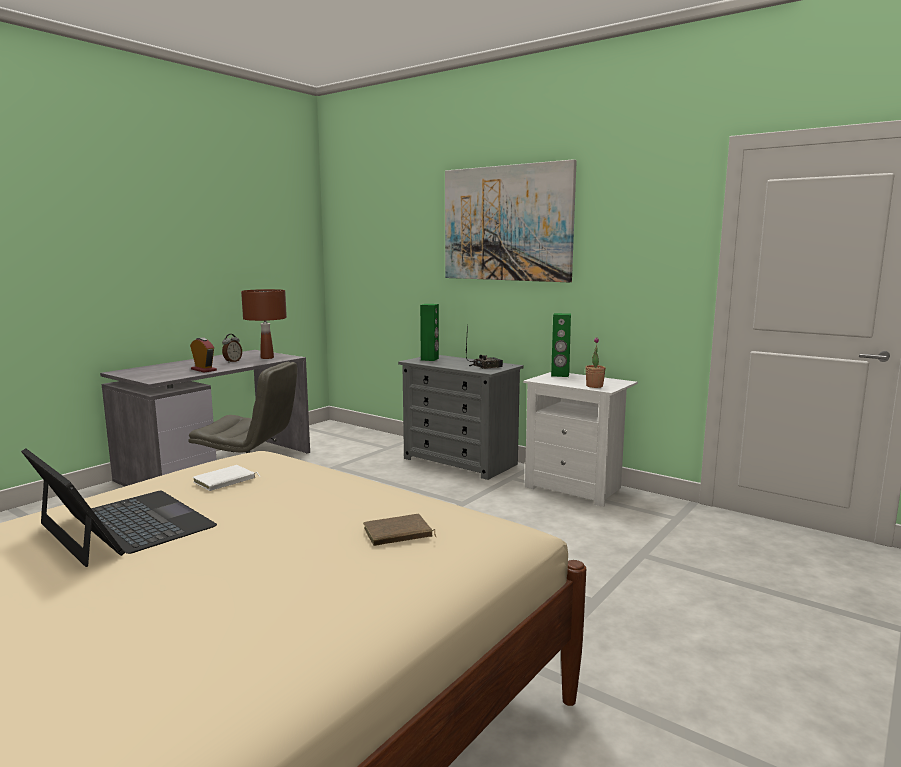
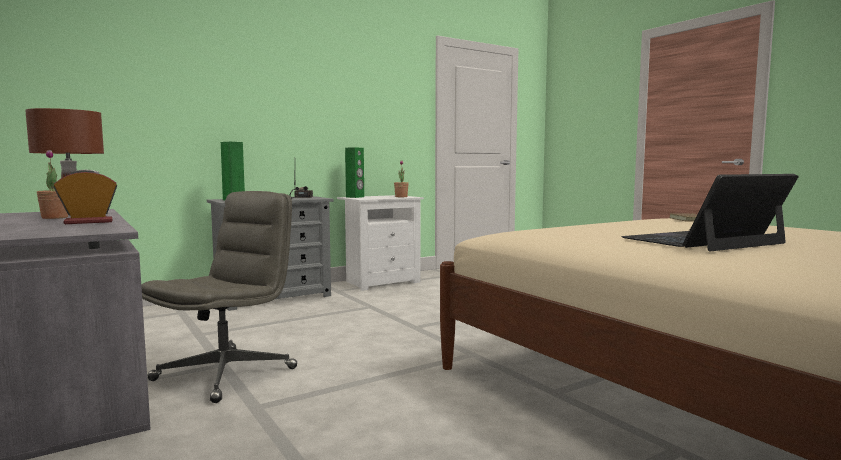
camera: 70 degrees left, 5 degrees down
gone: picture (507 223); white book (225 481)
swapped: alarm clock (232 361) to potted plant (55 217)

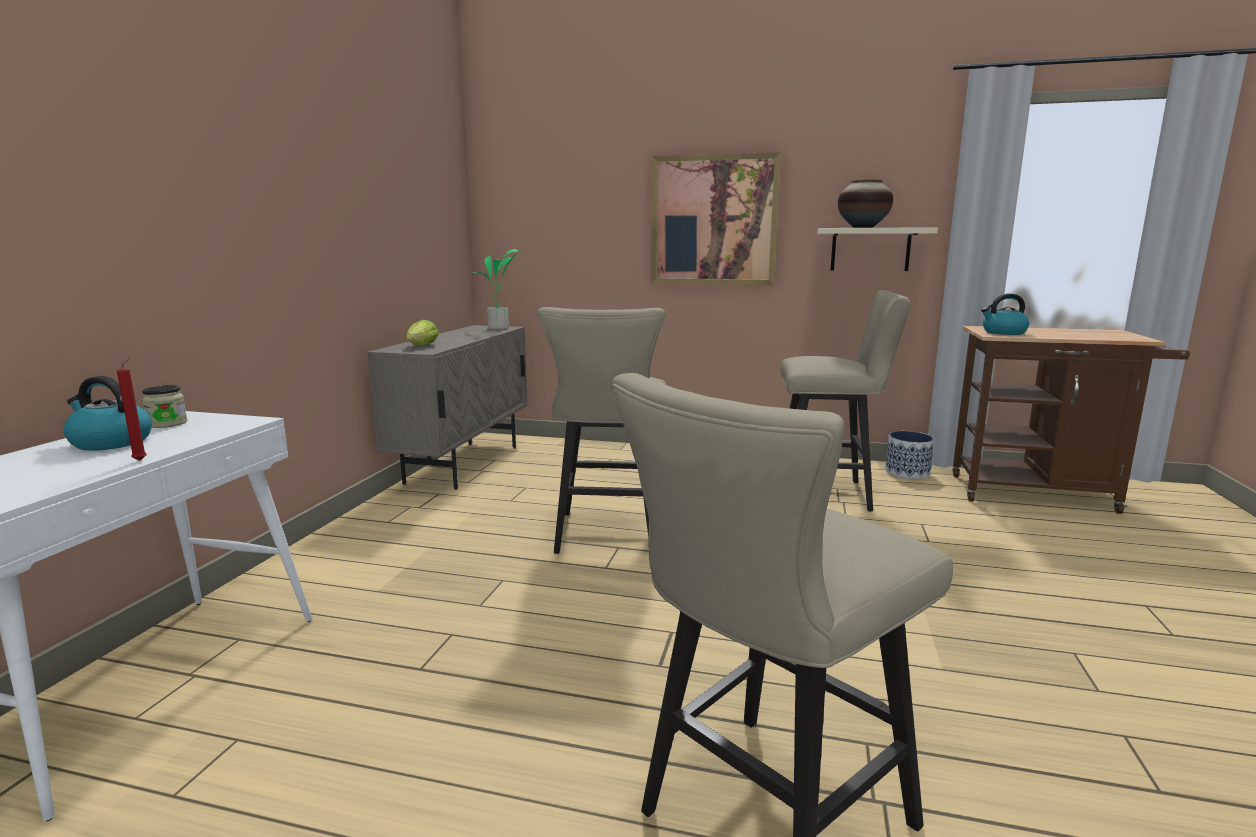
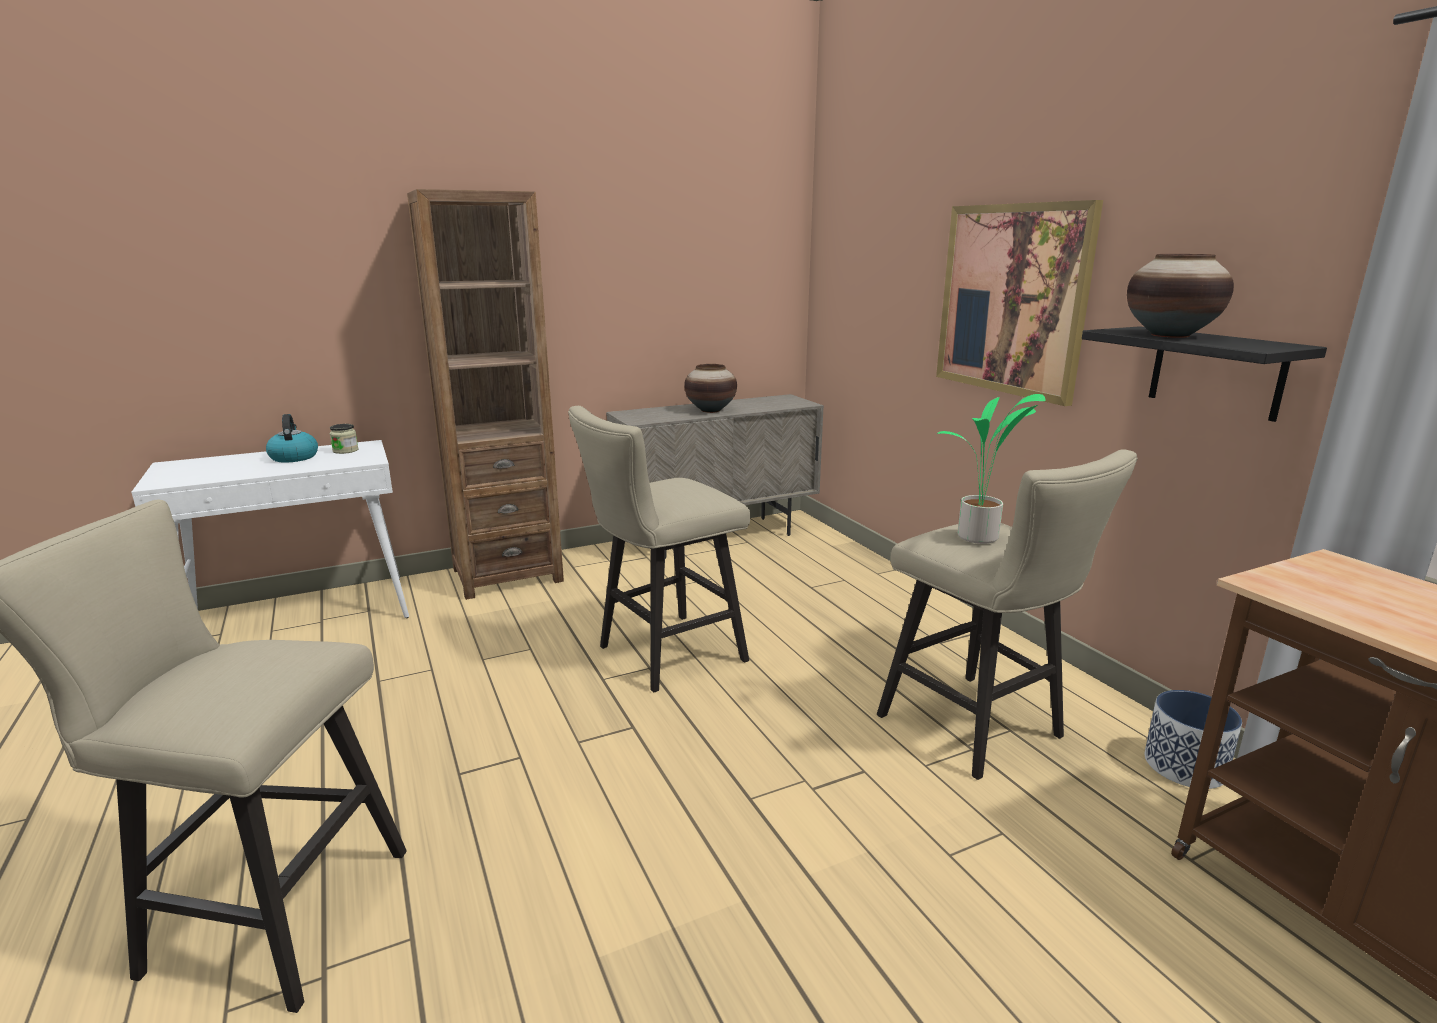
camera: 50 degrees right, 5 degrees up
gone: kettle (1003 333); lettuce (422 346); red candle (142 460)
new: brown bookcase (507 575); vase (710 410)
shifted: potted plant (499 328) to (979 538)
repainted: beige shelf (870 249) to black shelf (1216 372)

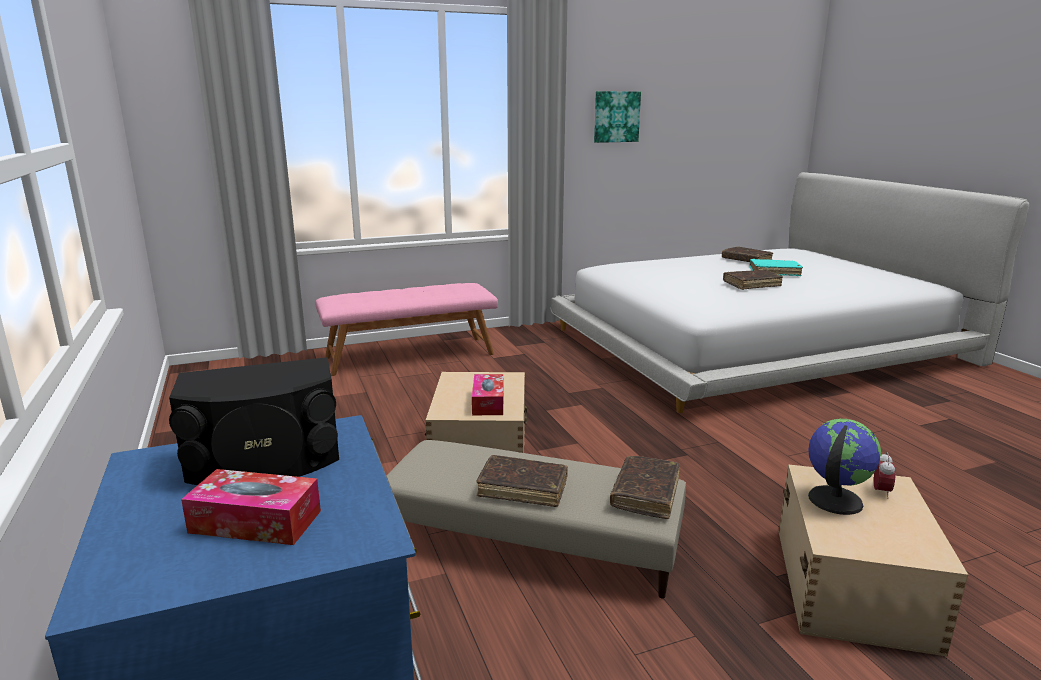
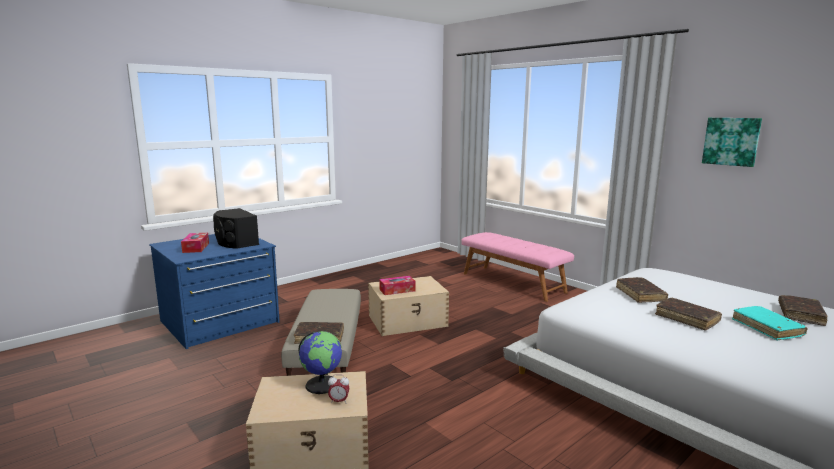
camera: 70 degrees right, 5 degrees down
shifted: brown book (523 488) to (640 295)

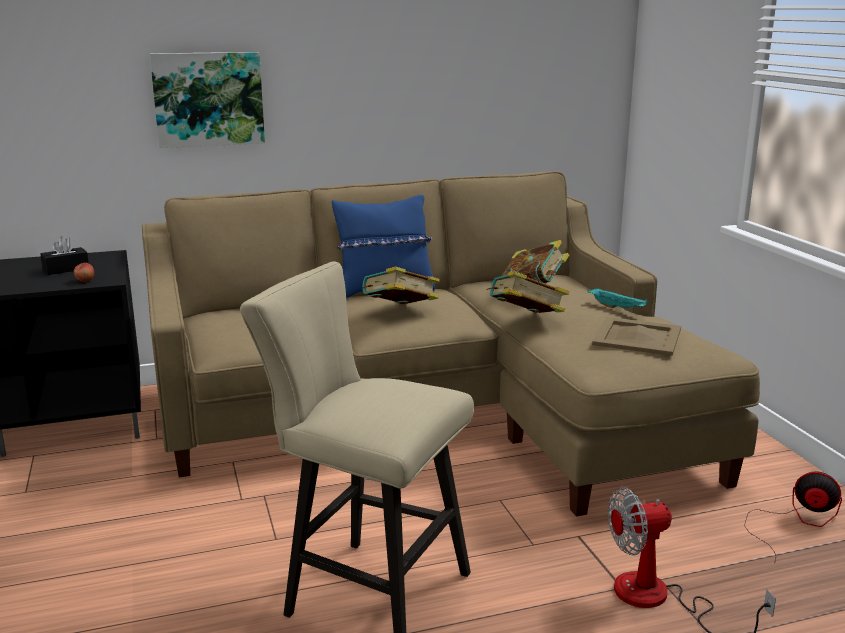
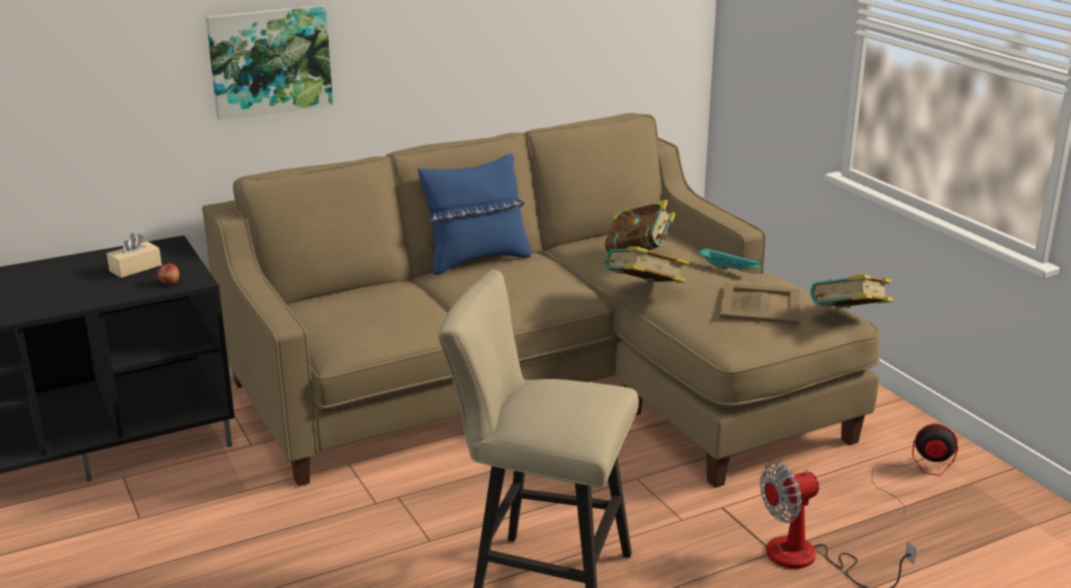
camera: 10 degrees left, 5 degrees up
shifted: book (400 312) to (848 319)
repainted: black tissue box (66 269) to beige tissue box (135 268)

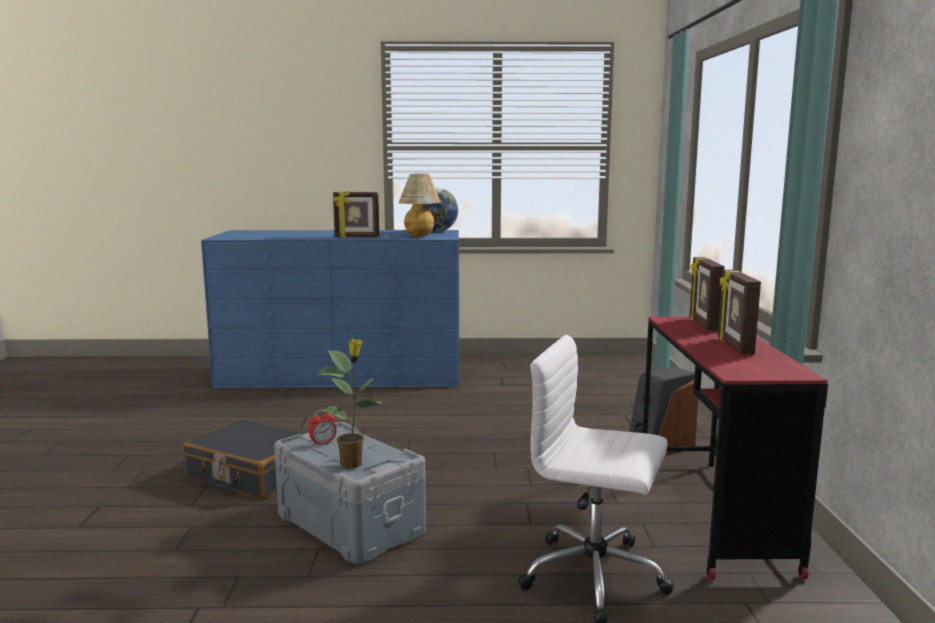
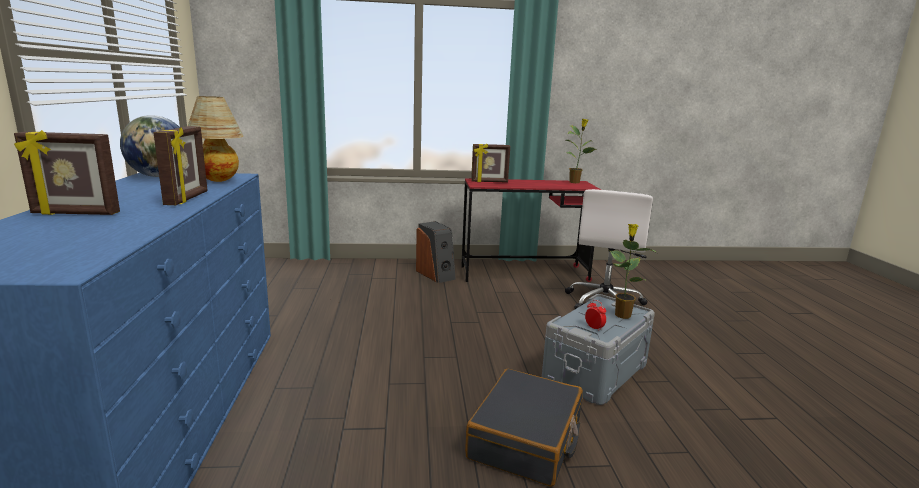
camera: 95 degrees left, 5 degrees up
new: potted plant (575 182)
shifted: picture frame (734 346) to (75 214)

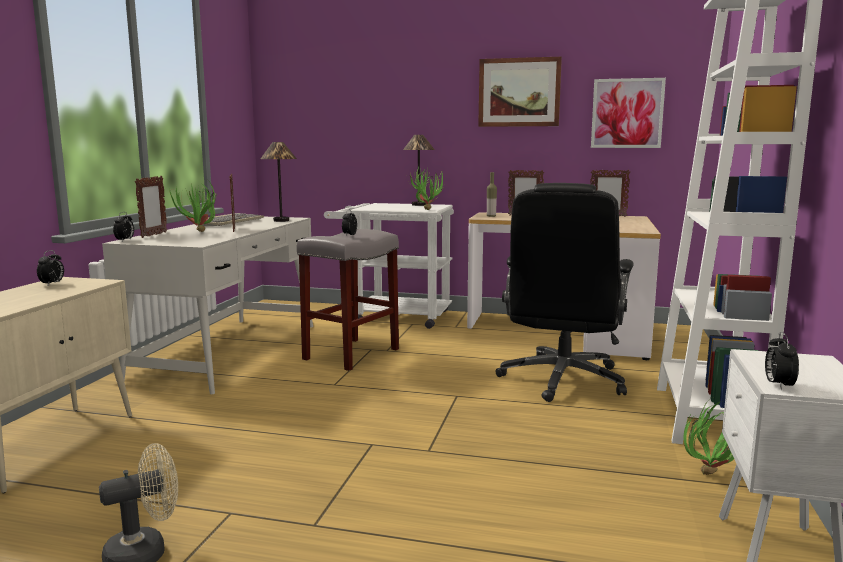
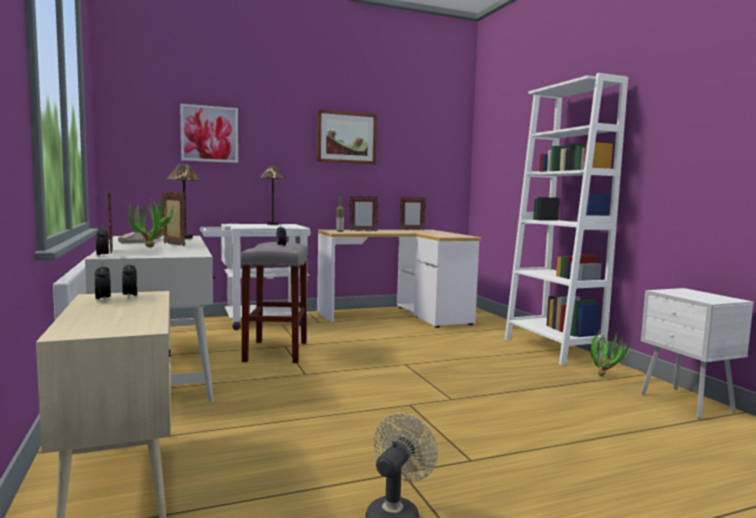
camera: 35 degrees left, 5 degrees down
gone: potted plant (426 209); black office chair (562 380)
shifted: picture (627 113) to (209 134); alarm clock (778 385) to (130 296)

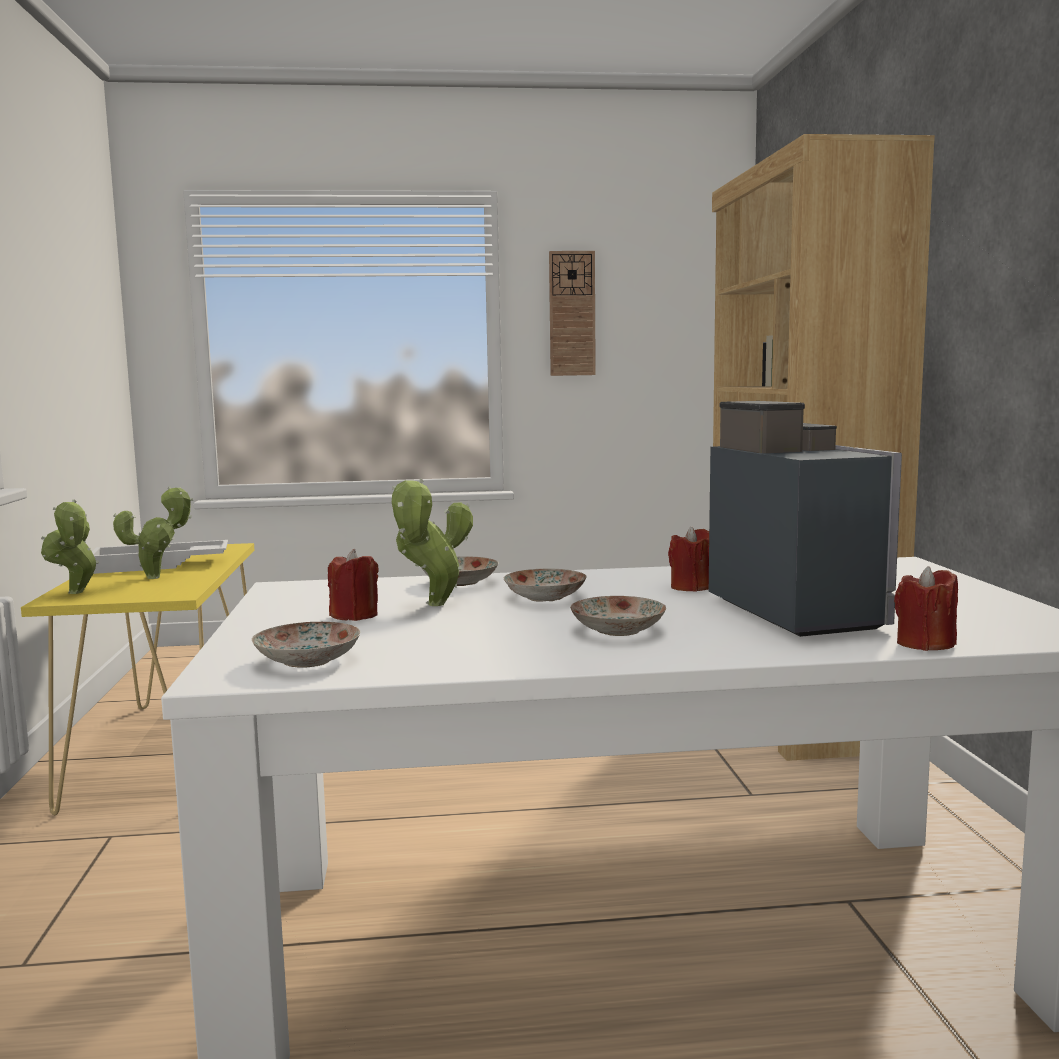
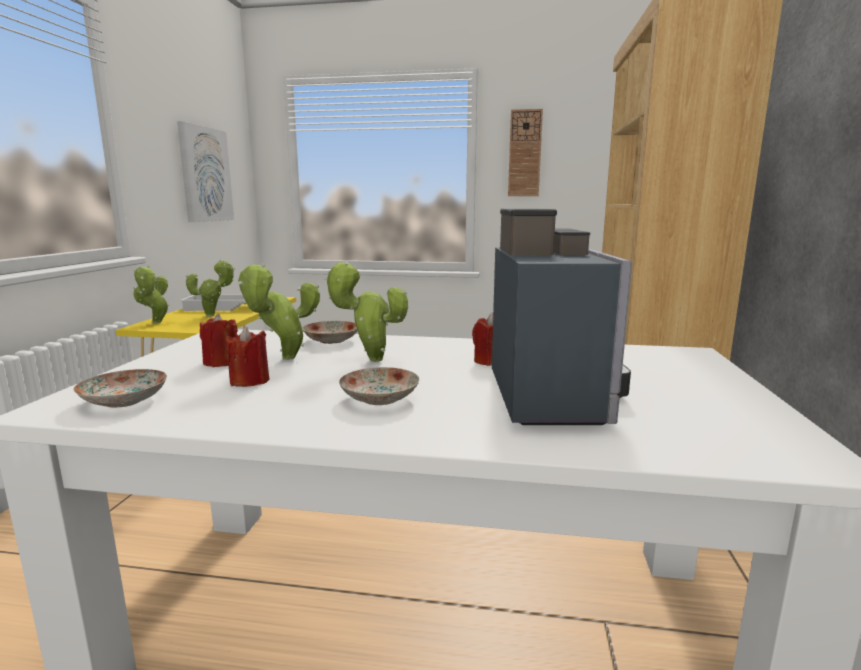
camera: 15 degrees right, 5 degrees up
new: picture (205 174)
shifted: red candle (925 644) to (249 381)
swapped: plate (545 597) to potted plant (370 360)

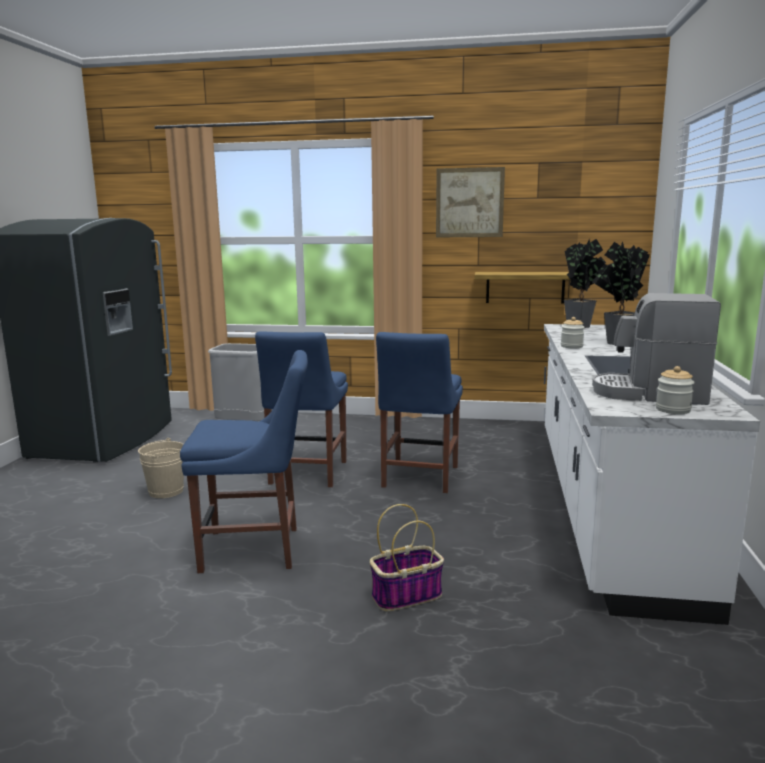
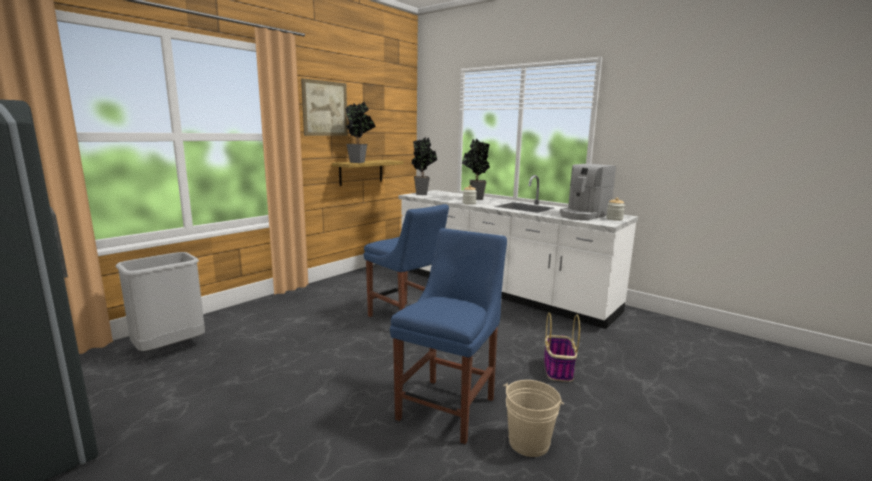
camera: 60 degrees left, 0 degrees up
gone: blue chair (306 474)
new: potted plant (359 162)
shifted: beige bucket (166 491) to (528 442)

